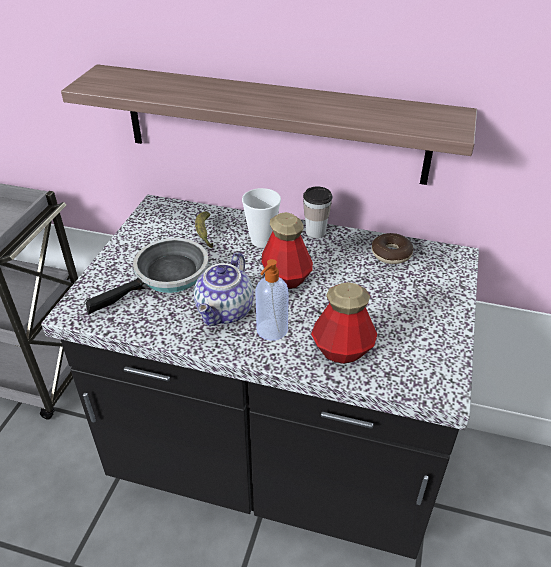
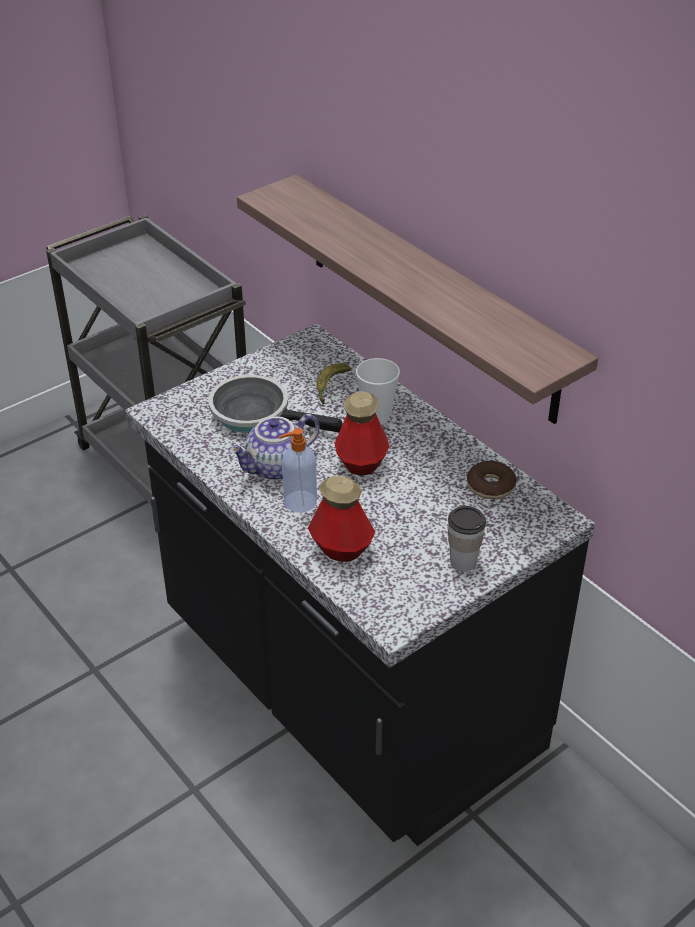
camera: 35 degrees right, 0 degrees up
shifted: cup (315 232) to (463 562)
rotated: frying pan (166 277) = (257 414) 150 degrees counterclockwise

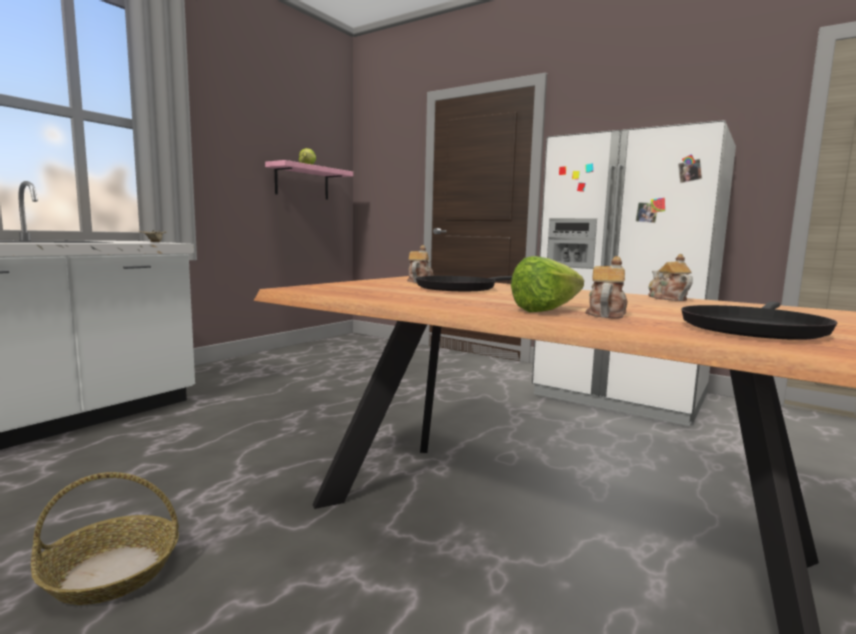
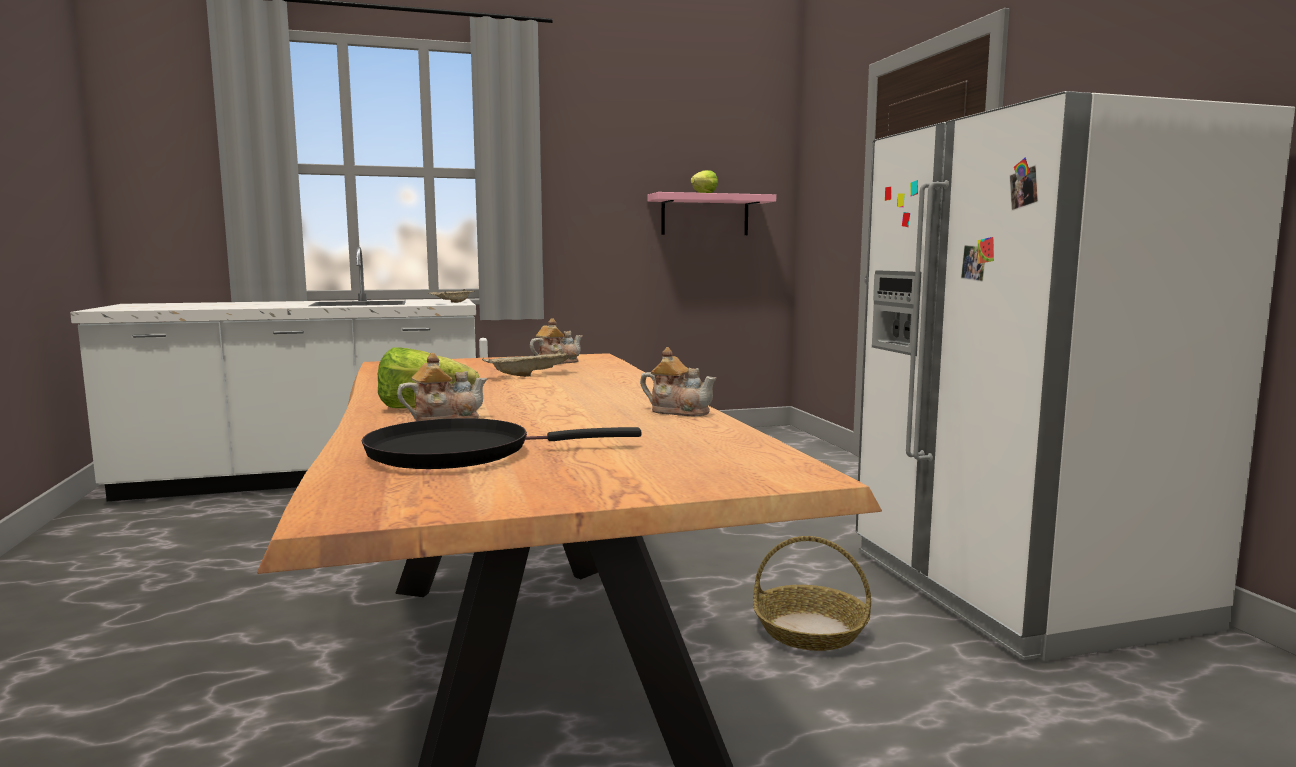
camera: 40 degrees right, 0 degrees up
shifted: basket (112 572) to (810 630)
swapped: black frying pan (459 288) to beige tray (531 375)
rotated: teapot (667 298) = (679 411) 90 degrees clockwise

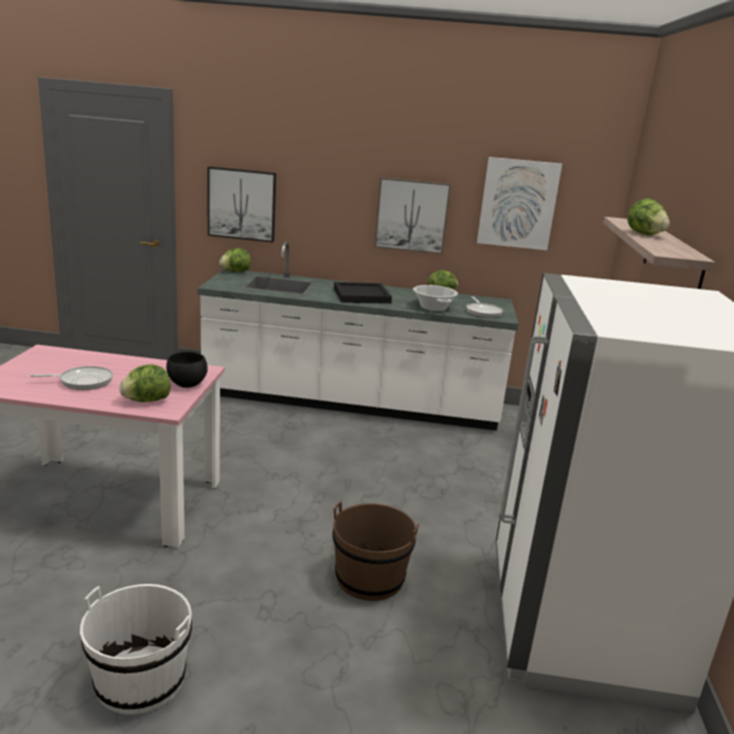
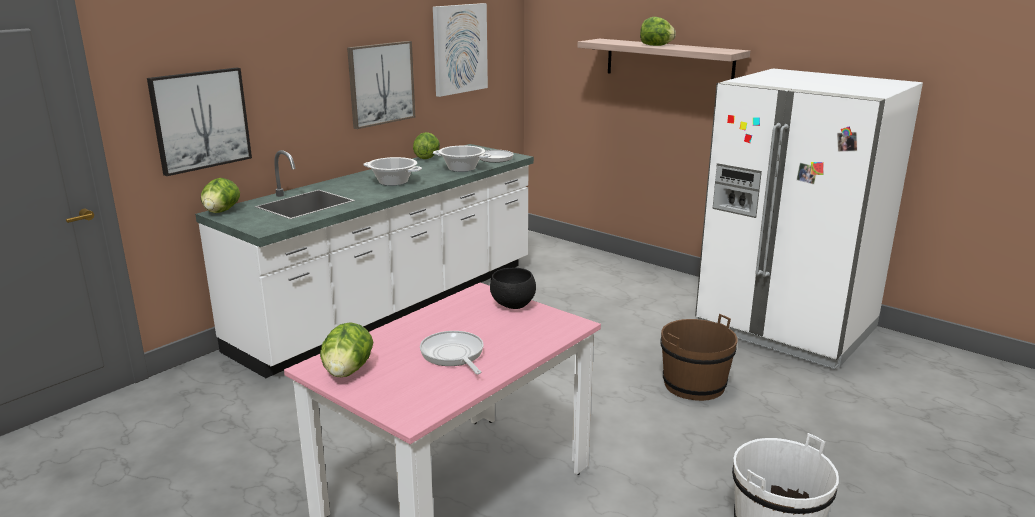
camera: 55 degrees left, 0 degrees up
shifted: lettuce (146 401) to (347 371)
swapped: black tray (362 296) to cooking pot (393 182)
rotated: frying pan (83 381) = (453 355) 45 degrees counterclockwise

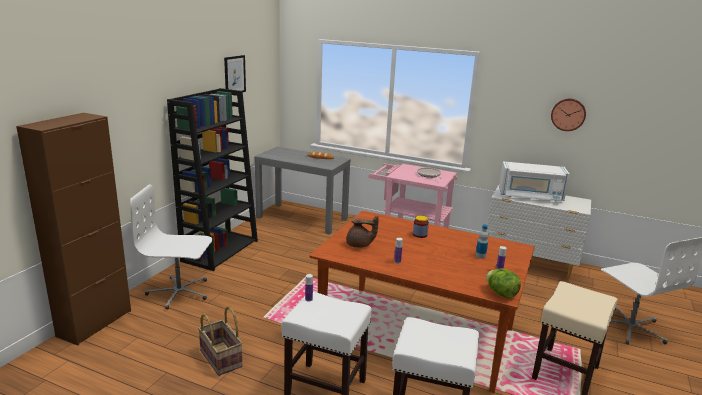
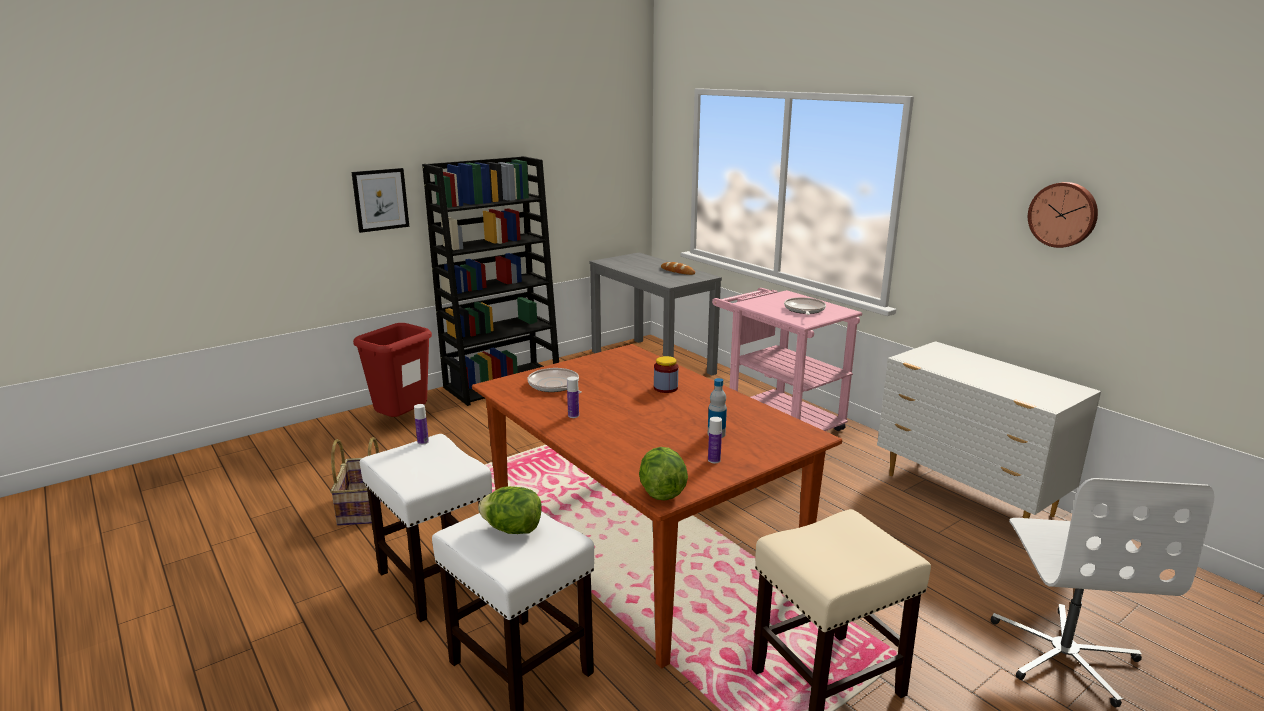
camera: 30 degrees right, 0 degrees up
gone: brown cabinet (95 323); white microwave (530 196)
new: lettuce (513 529)
shifted: picture (234 75) to (380 199)
swapped: white office chair (179 292) to red trash can (403 422); brown teapot (359 245) to frying pan (555 385)

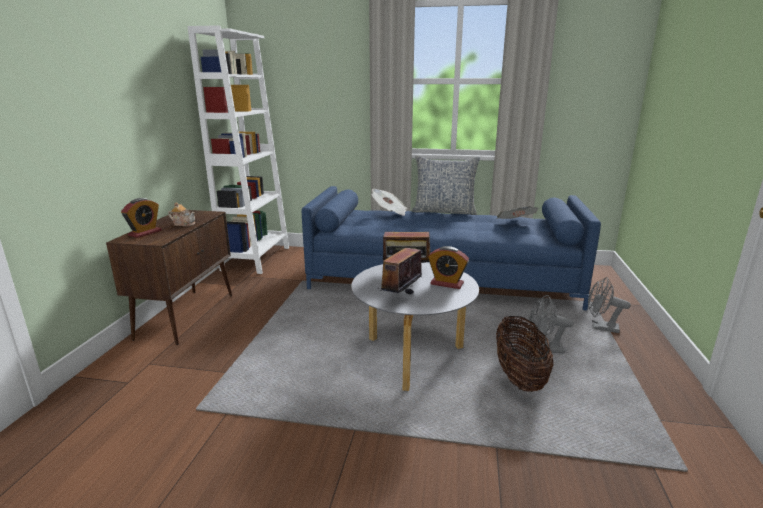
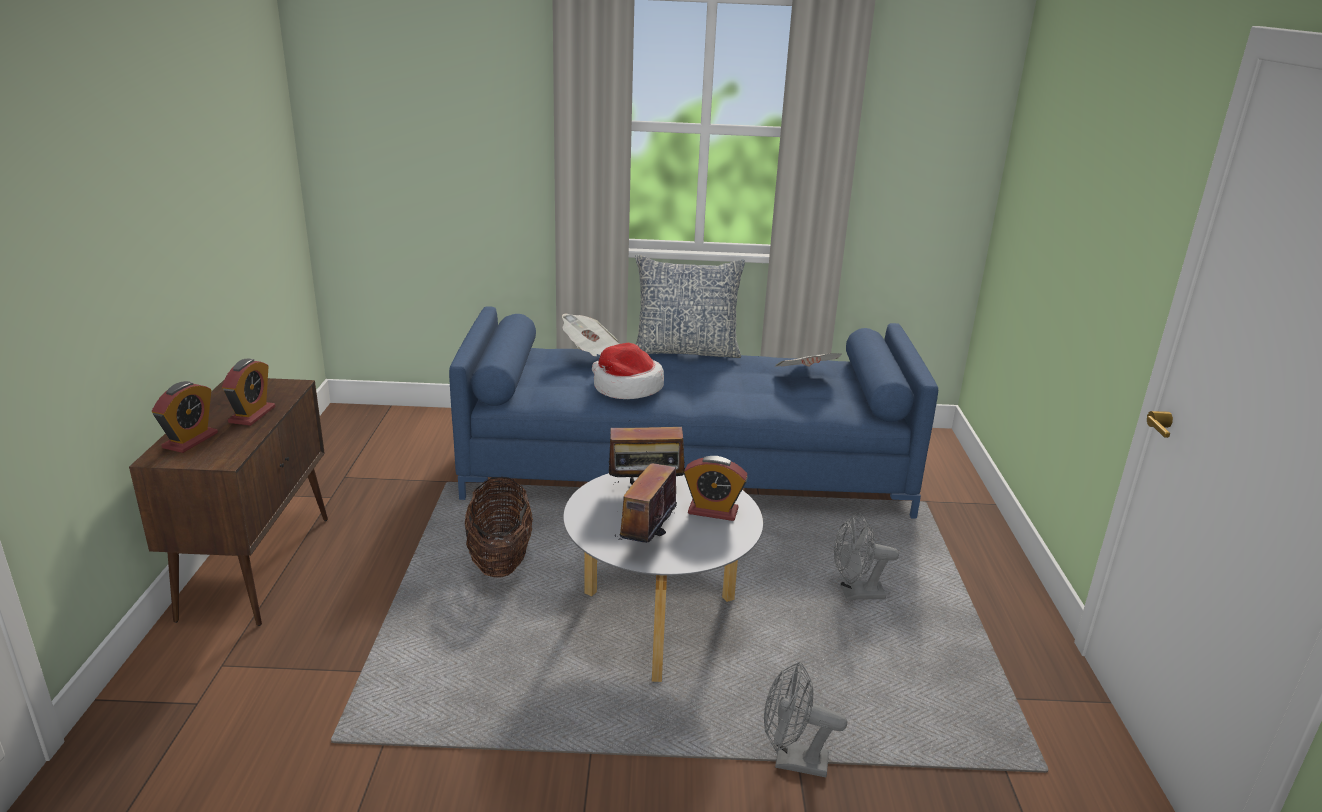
camera: 10 degrees left, 5 degrees up
gone: white bookcase (256 258)
new: hat (626 388)
shifted: grey fan (600 327) to (792 761); basket (519 377) to (500 559)
swapped: teapot (184 224) to alarm clock (252 415)

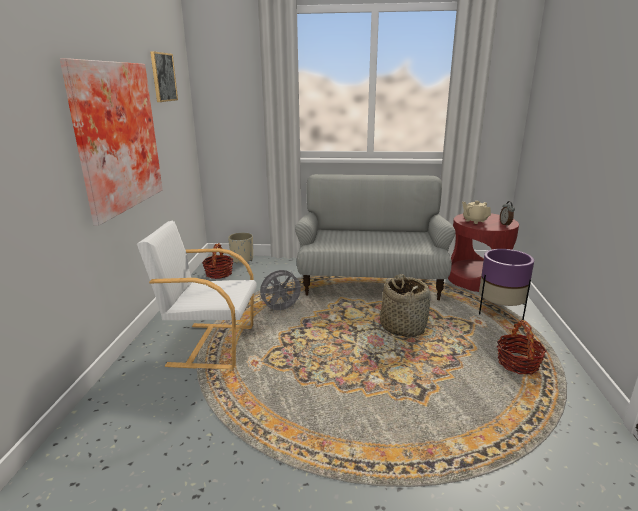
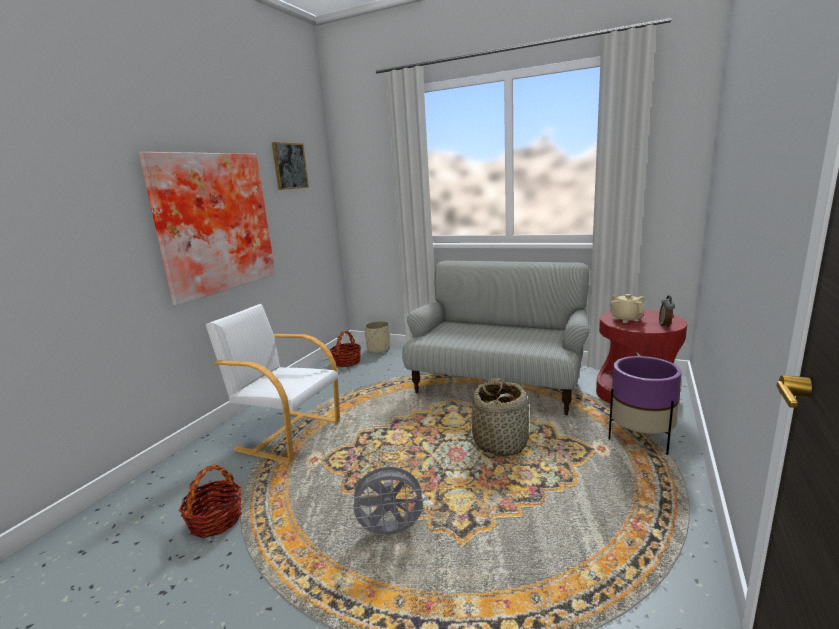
camera: 20 degrees right, 5 degrees down
shifted: grey fan (281 310) to (391 532); basket (518 363) to (215 520)

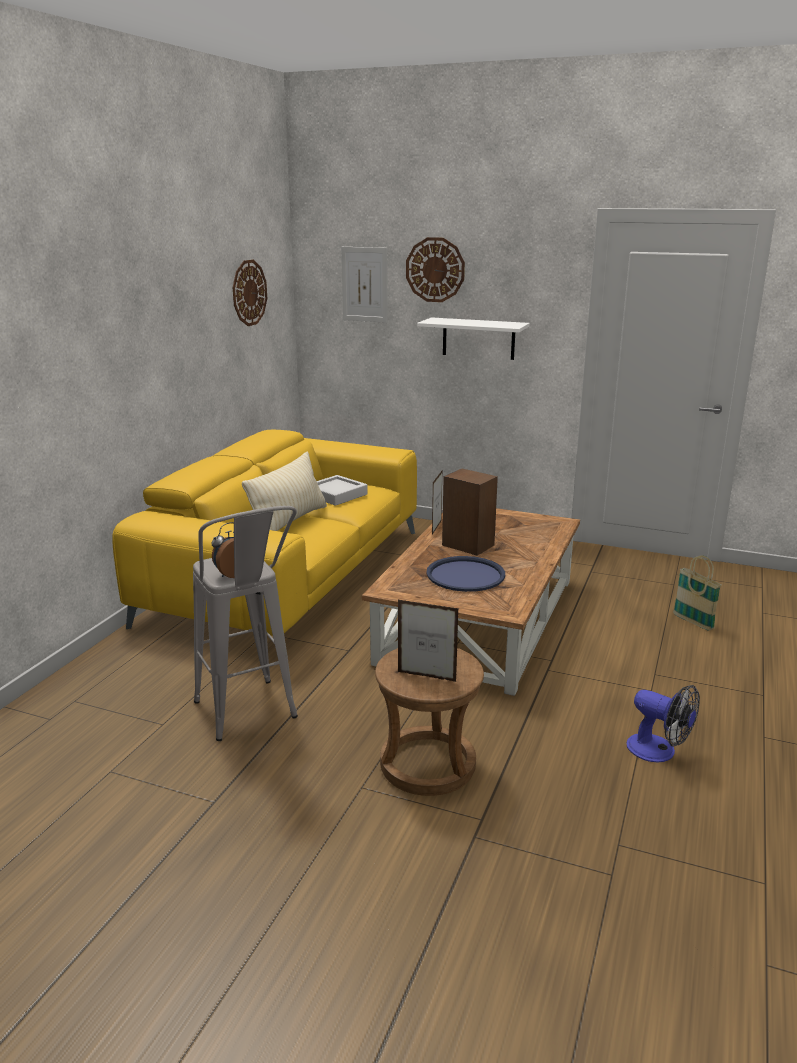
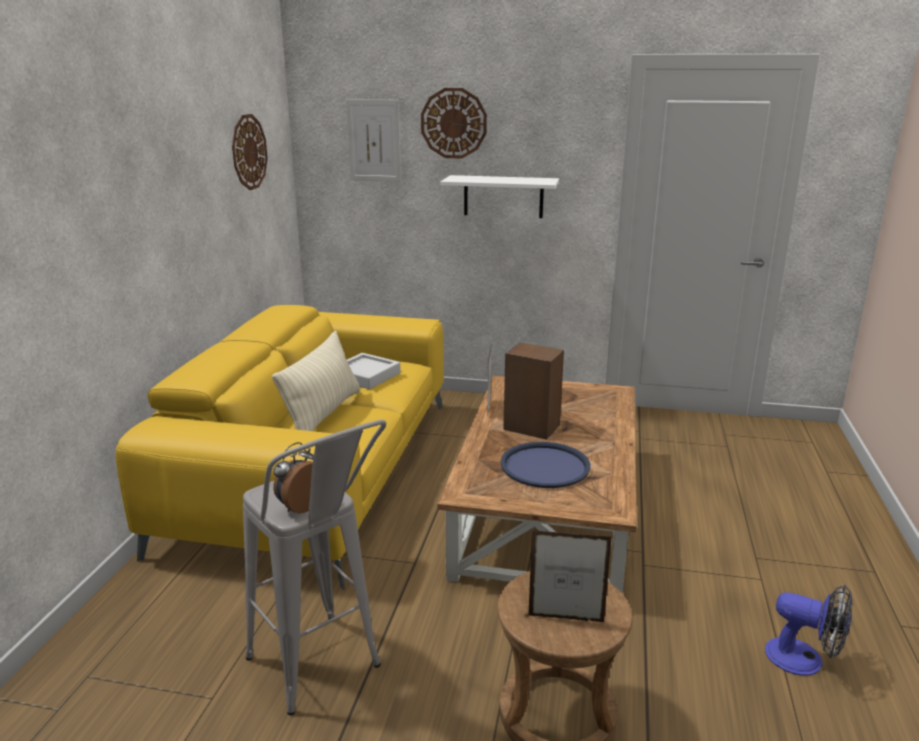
camera: 10 degrees left, 0 degrees up
gone: basket (693 622)

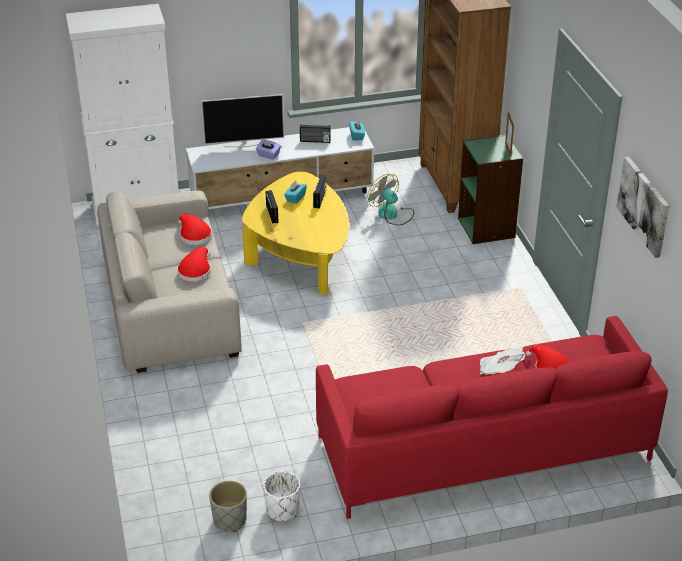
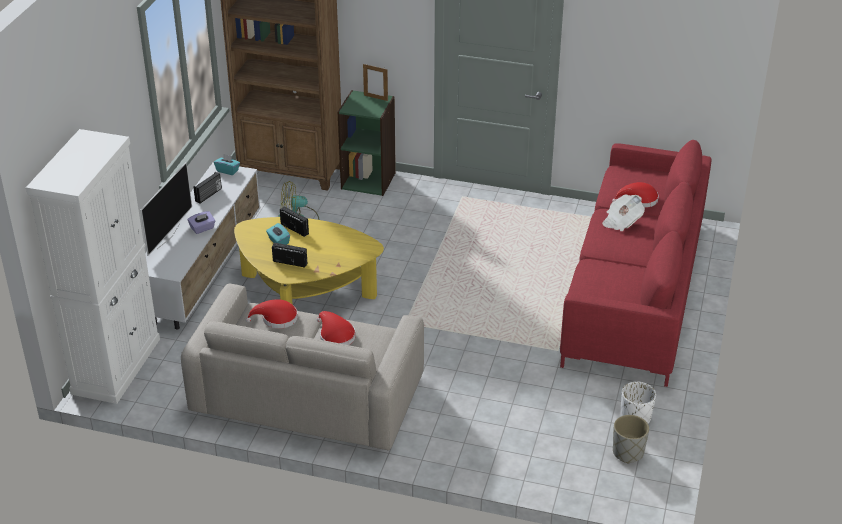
camera: 60 degrees left, 0 degrees up
gone: picture (644 206)

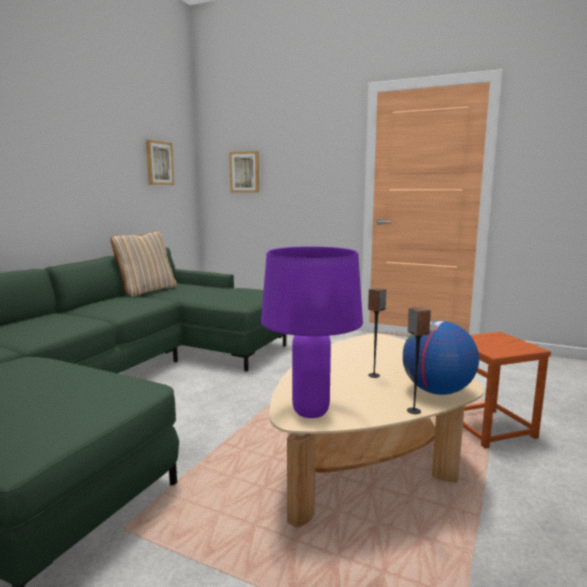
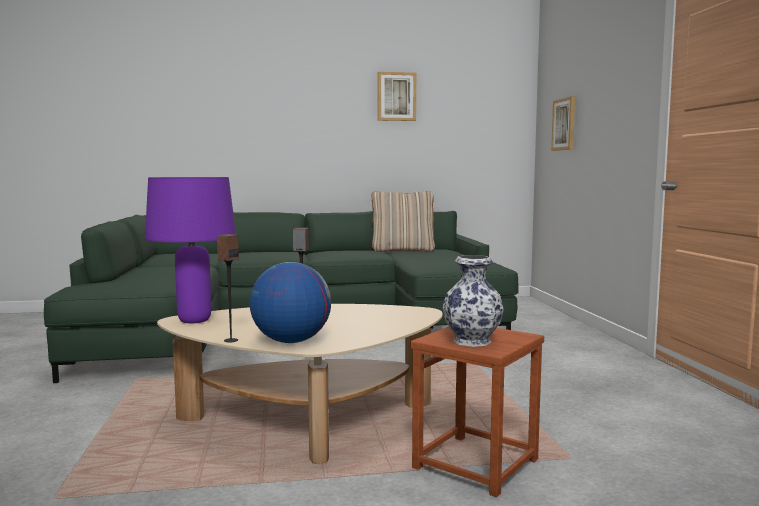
camera: 55 degrees right, 5 degrees down
new: vase (473 341)
shifted: picture (159 163) to (396 96)

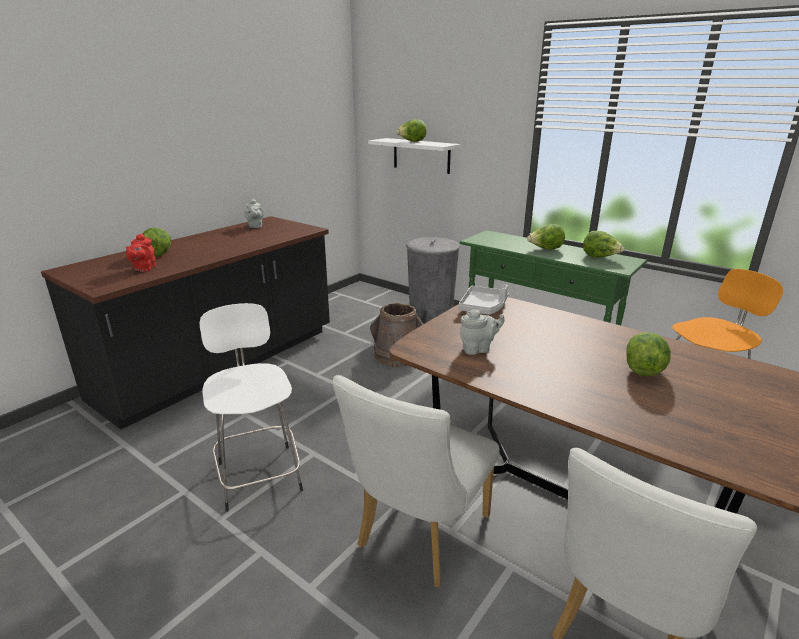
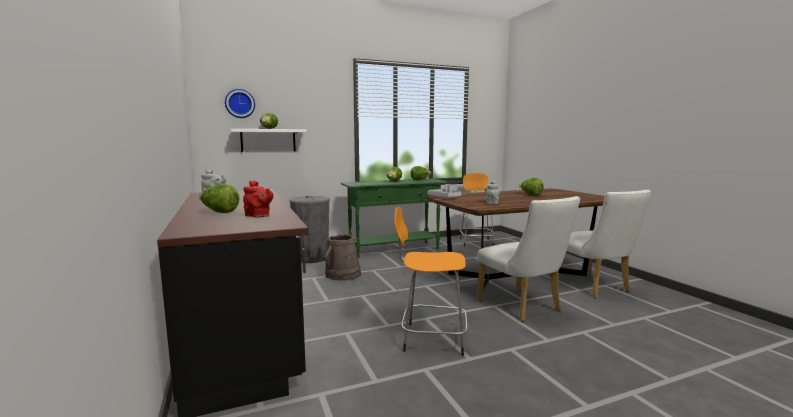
camera: 60 degrees left, 15 degrees down
new: wall clock (240 103)
repainted: white stool (259 474) to orange stool (431 338)

